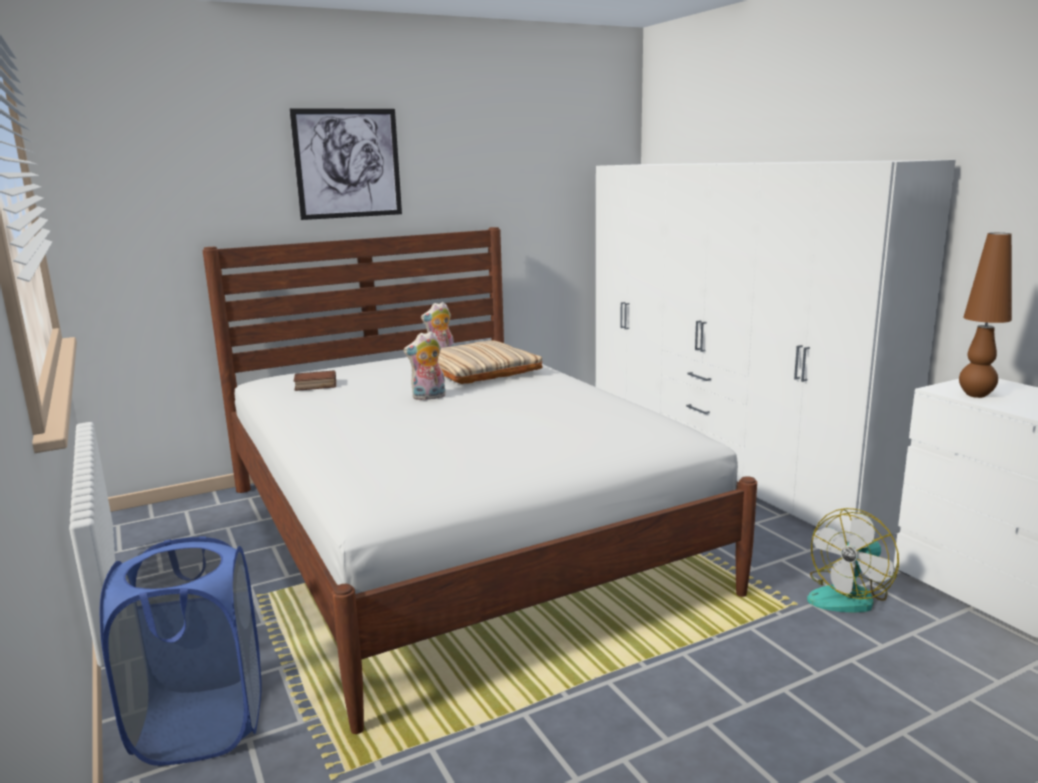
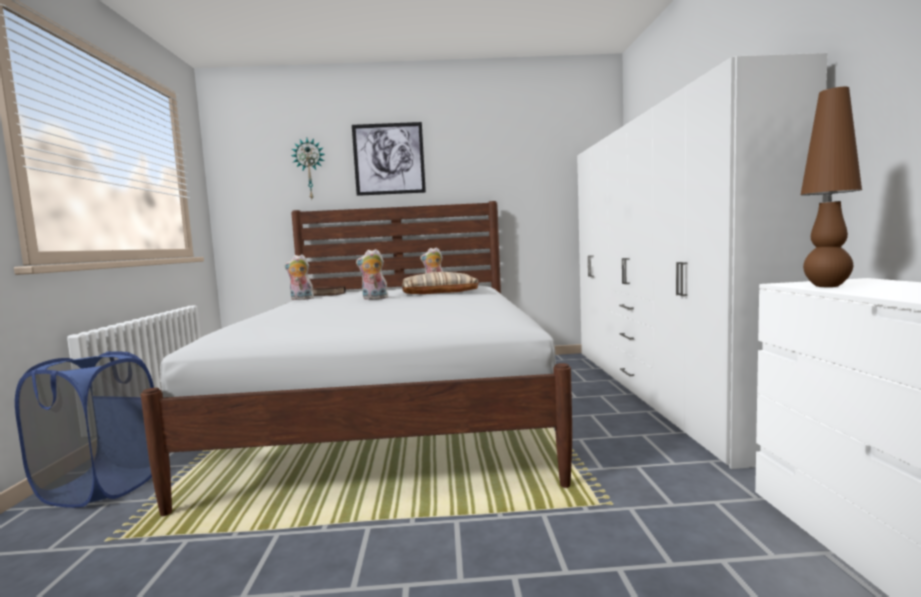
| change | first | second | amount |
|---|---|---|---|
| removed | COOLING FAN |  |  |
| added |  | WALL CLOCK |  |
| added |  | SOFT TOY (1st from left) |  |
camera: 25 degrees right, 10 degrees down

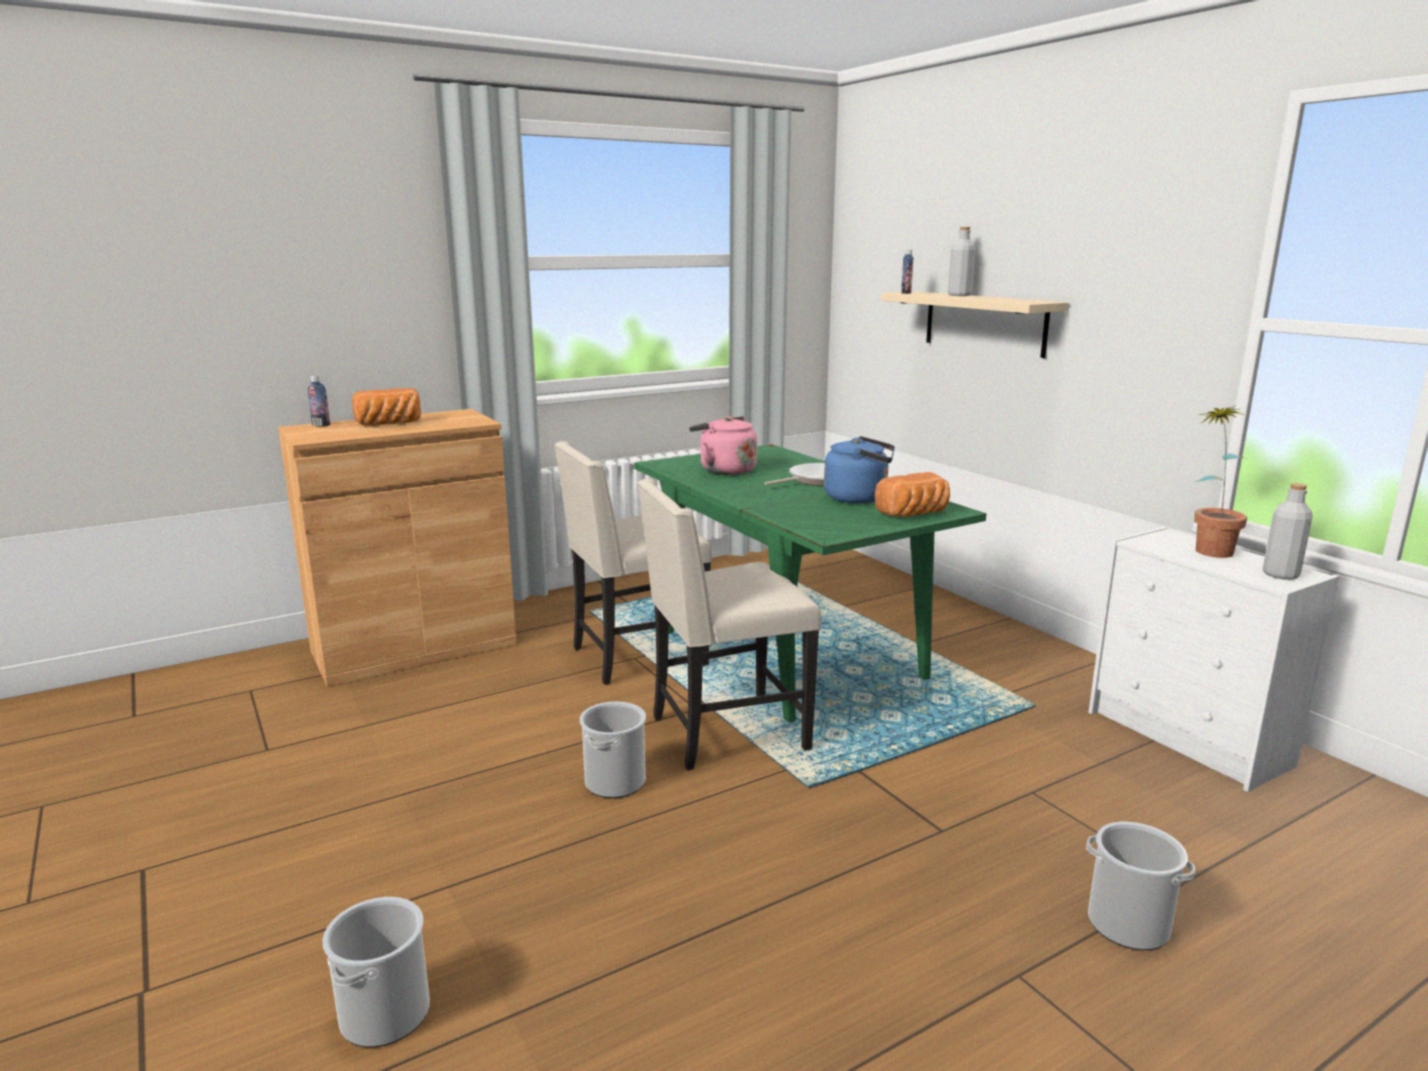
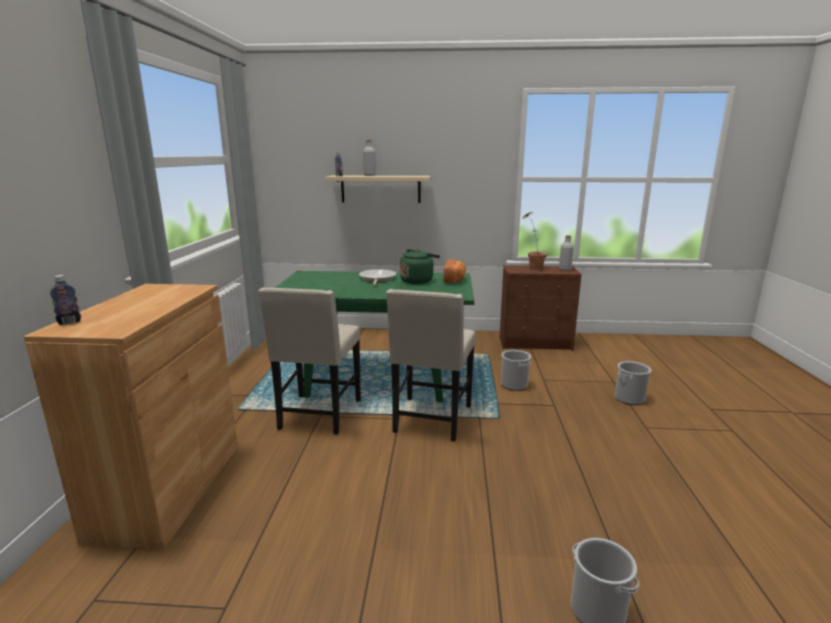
| change | first | second | amount |
|---|---|---|---|
| removed | BAKED BREAD (1st from left) |  |  |
| removed | PINK-COLOURED KETTLE |  |  |
| recoloured | BLUISH KETTLE | GREENISH KETTLE |  |
| recoloured | WHITE CHEST OF DRAWERS | BROWNISH CHEST OF DRAWERS |  |
| moved | BUCKET (2nd from left in the first image) | BUCKET (1st from left) |  |
camera: 55 degrees left, 0 degrees up

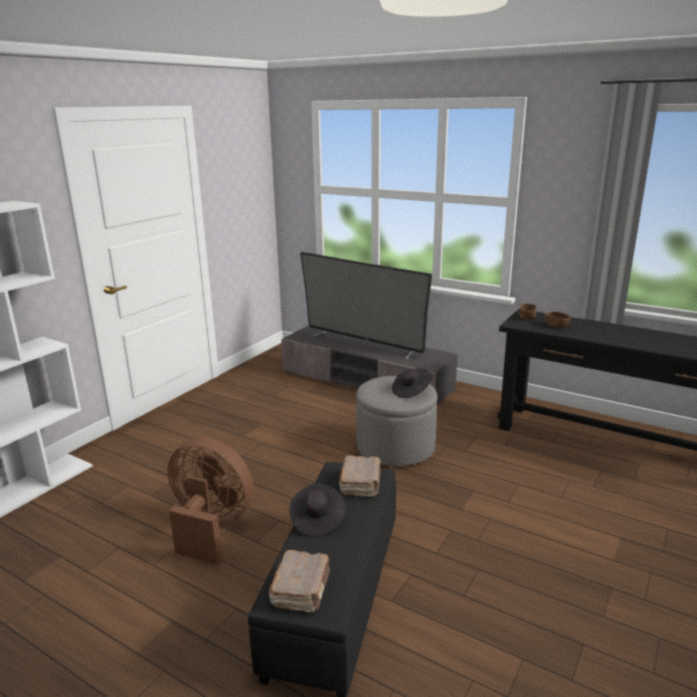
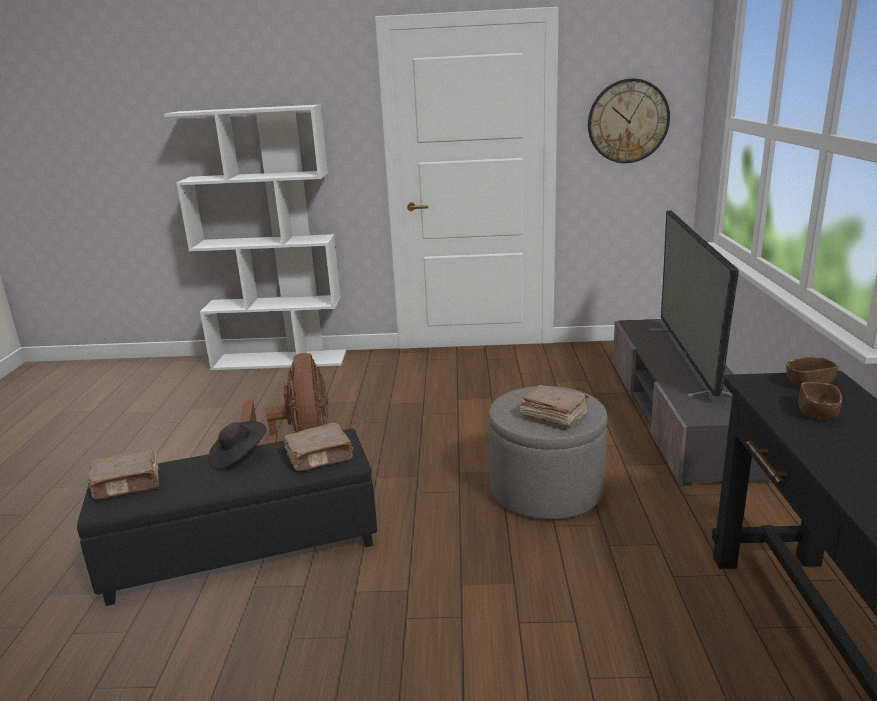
| change | first | second | amount |
|---|---|---|---|
| replaced | BLACKISH WEARABLE HAT (2nd from left) | BROWNISH BOUND BOOK (3rd from left) |  |
| added |  | WALL CLOCK |  |
camera: 60 degrees right, 0 degrees up

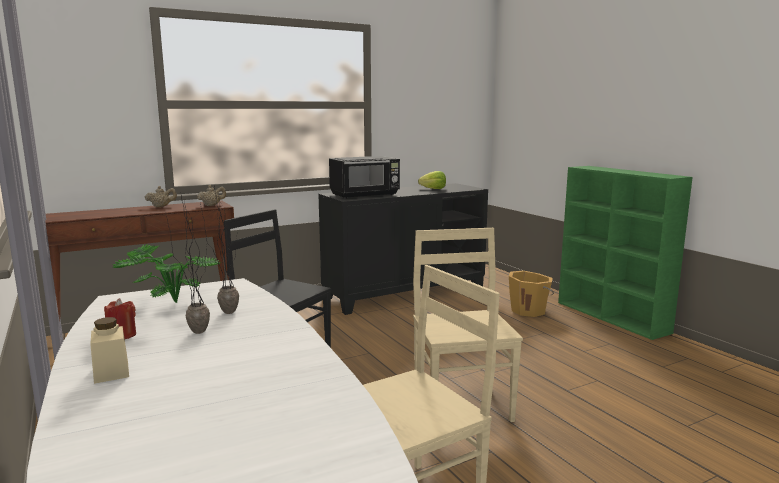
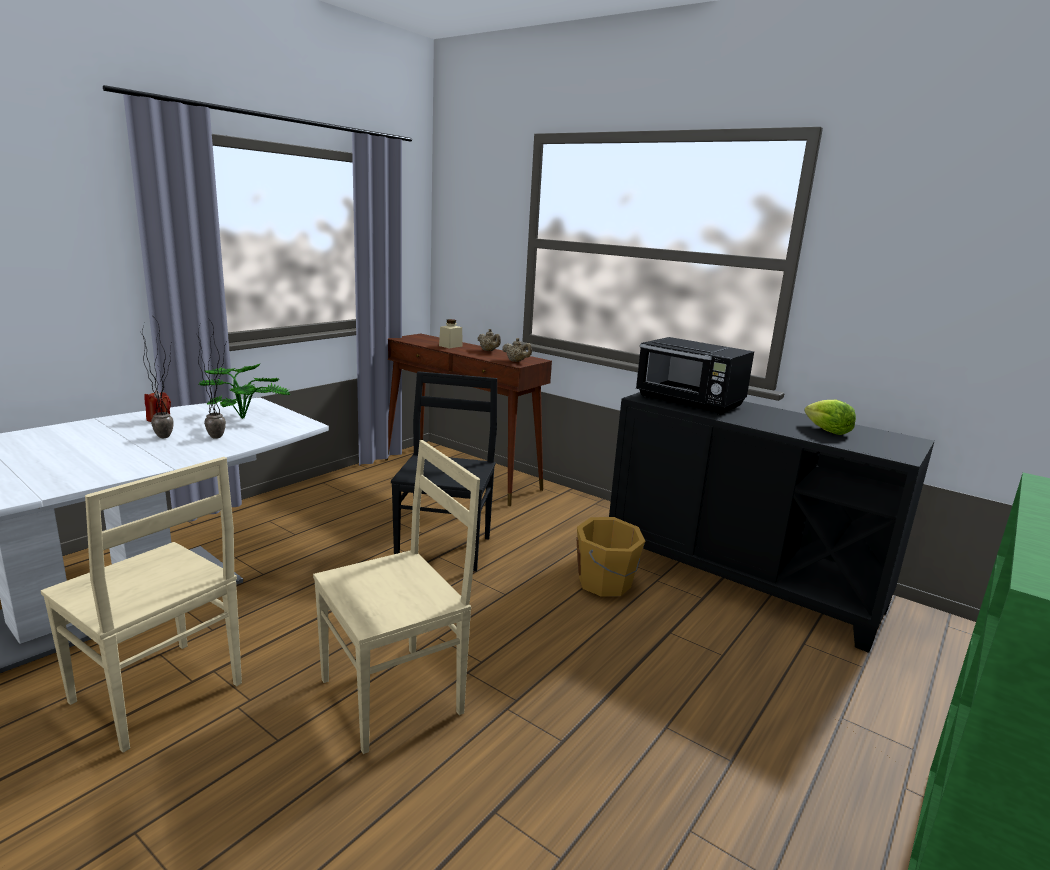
| change | first | second | amount |
|---|---|---|---|
| moved | ORANGE-COLOURED BUCKET |  |  |
| moved | BEIGE STORAGE JAR |  |  |
camera: 65 degrees right, 5 degrees up

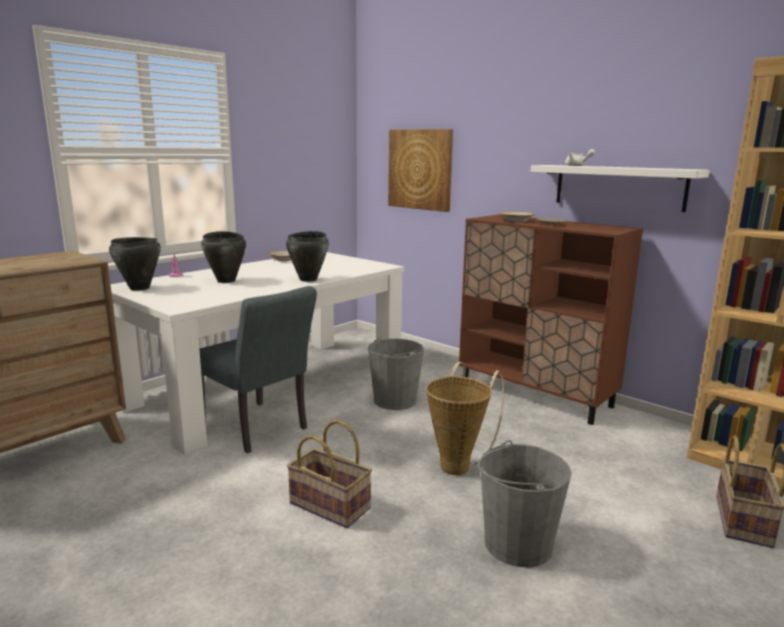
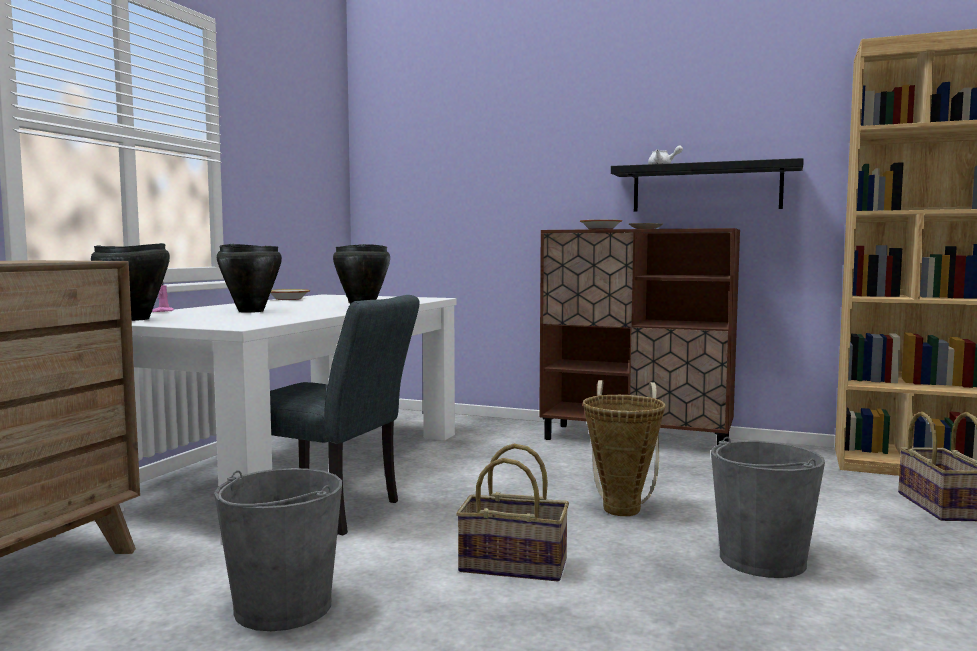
| change | first | second | amount |
|---|---|---|---|
| removed | WALL PICTURE |  |  |
| recoloured | WHITE SHELF | BLACKISH SHELF |  |
| moved | GREYISH BUCKET (1st from left) |  |  |
camera: 20 degrees left, 10 degrees down

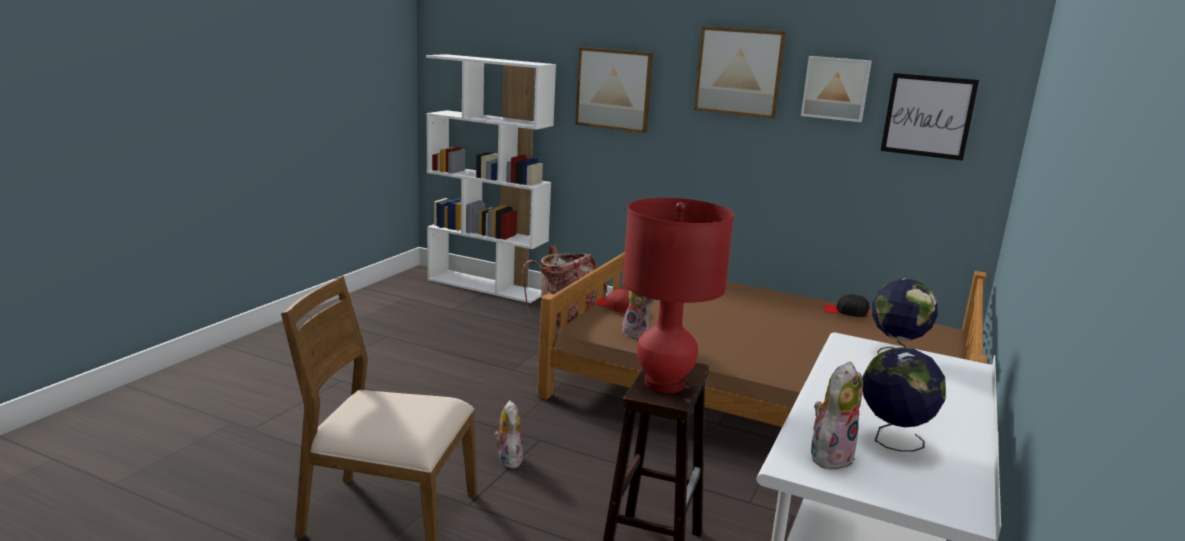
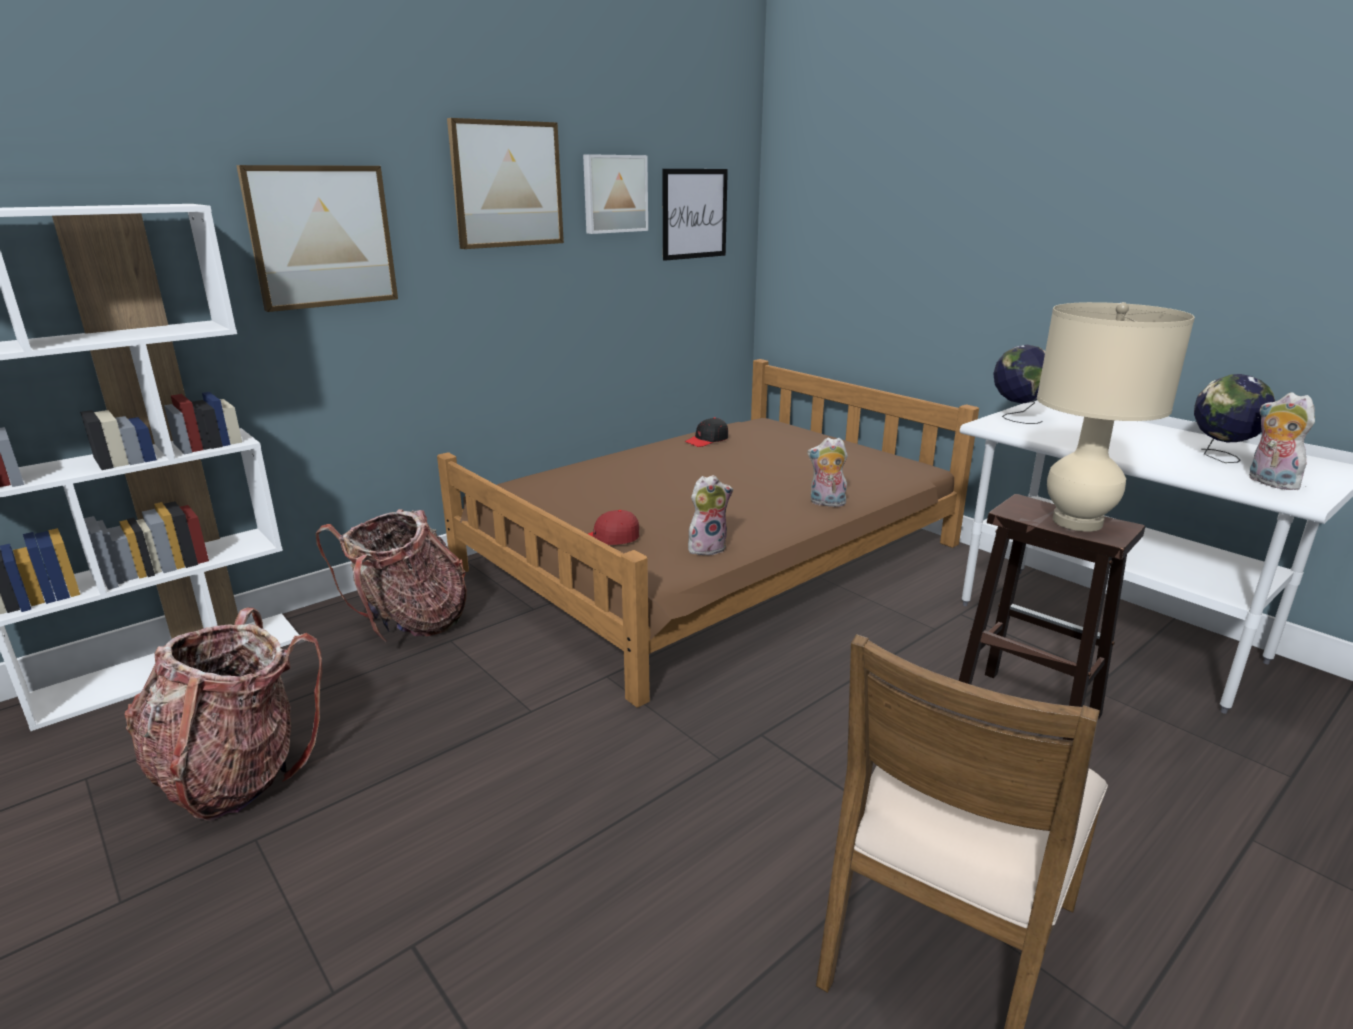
| change | first | second | amount |
|---|---|---|---|
| recoloured | RED TABLE LAMP | BEIGE TABLE LAMP |  |
| moved | SOFT TOY (1st from left in the first image) | SOFT TOY (2nd from left) |  |
| added |  | RUCKSACK (1st from left) |  |
camera: 65 degrees left, 5 degrees up

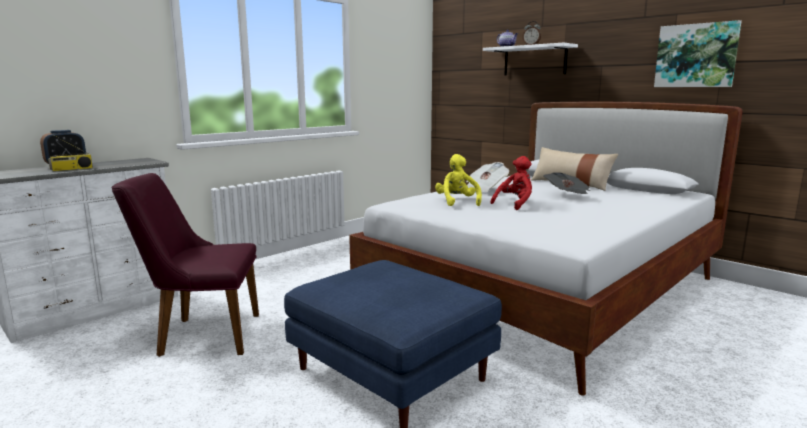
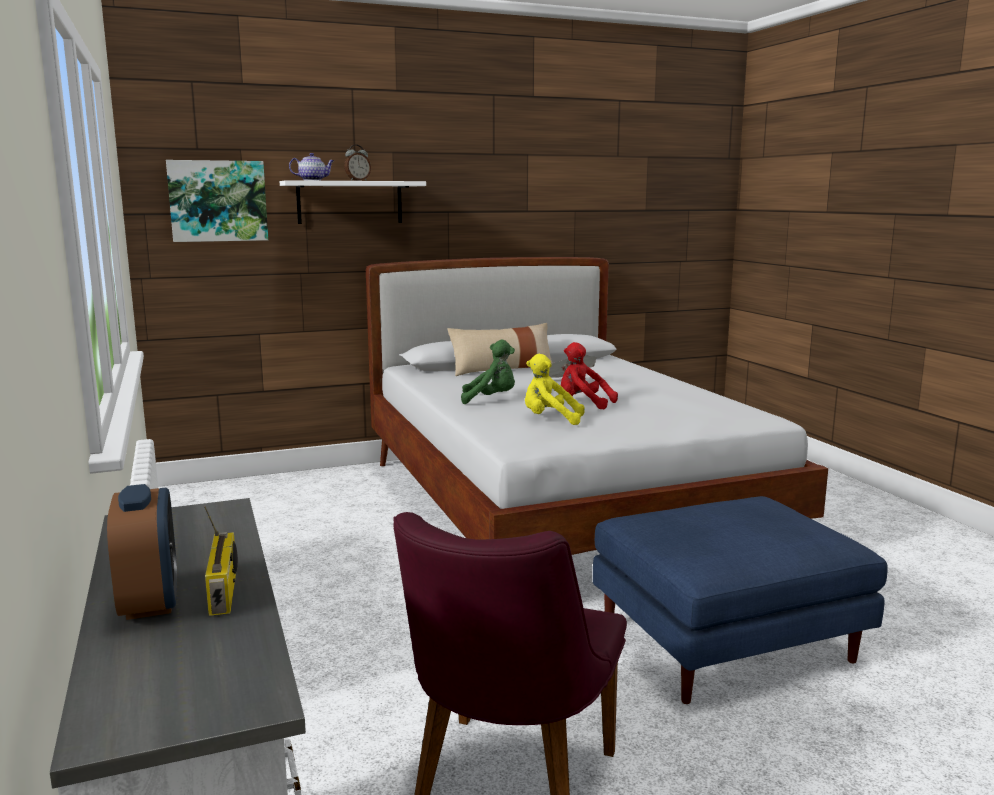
| change | first | second | amount |
|---|---|---|---|
| moved | WALL PICTURE |  |  |
| turned | RED SOFT TOY |  | 45 degrees counterclockwise |
| replaced | PRINTED PAPER (1st from left) | GREENISH SOFT TOY |  |
camera: 65 degrees left, 0 degrees up

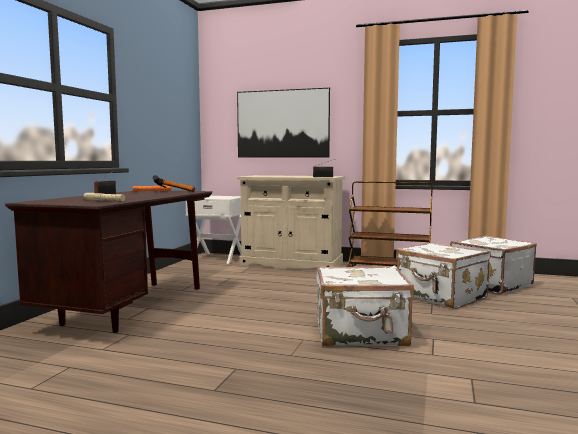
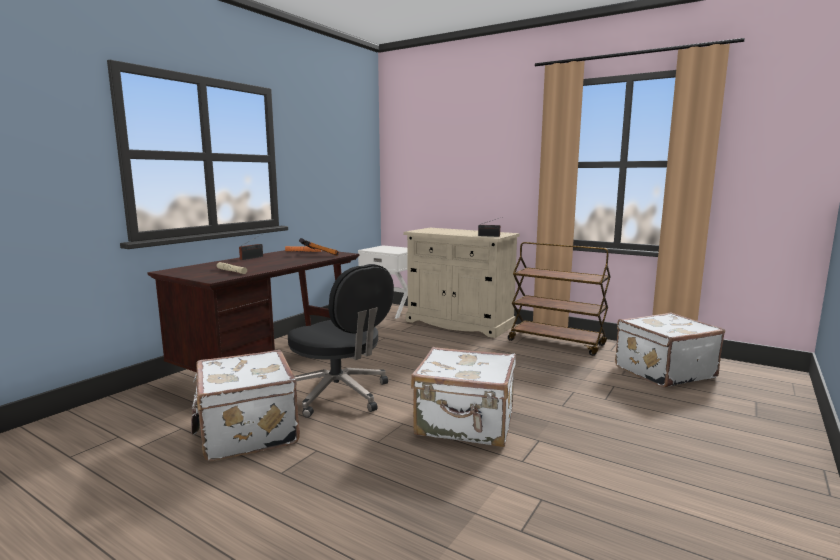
| change | first | second | amount |
|---|---|---|---|
| removed | WALL PICTURE |  |  |
| moved | WHITE PIECE OF LUGGAGE (2nd from left in the first image) | WHITE PIECE OF LUGGAGE (1st from left) |  |
| added |  | BLACKISH OFFICE CHAIR |  |
camera: 15 degrees right, 5 degrees up

